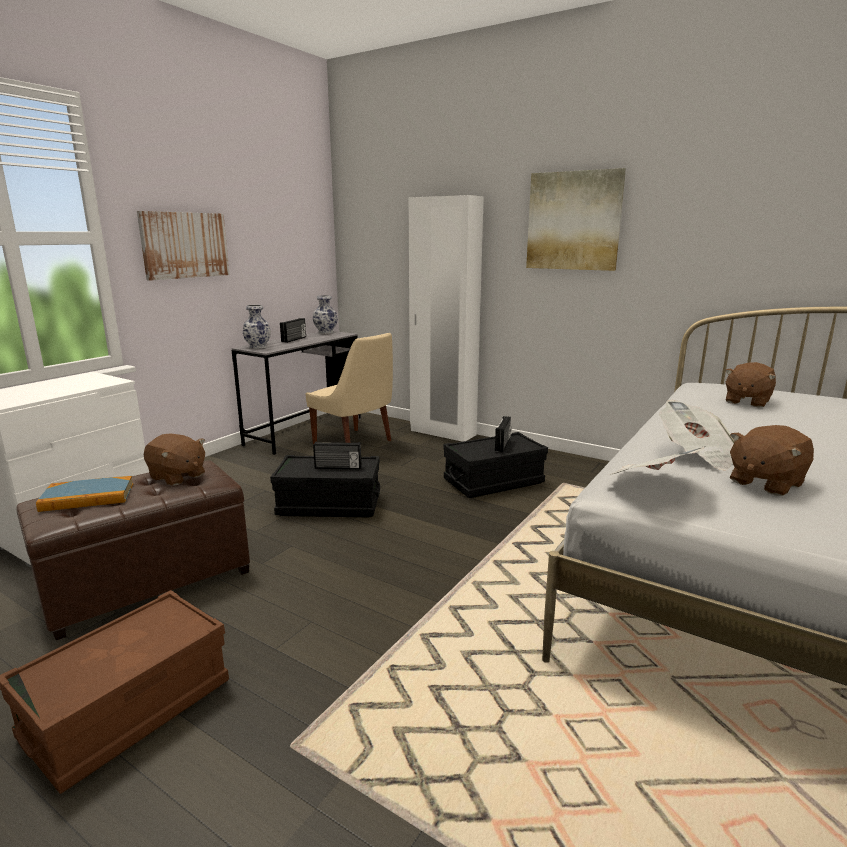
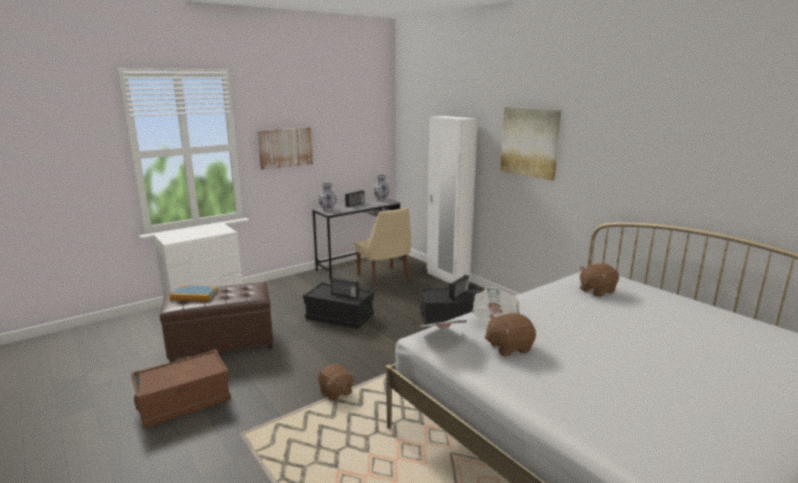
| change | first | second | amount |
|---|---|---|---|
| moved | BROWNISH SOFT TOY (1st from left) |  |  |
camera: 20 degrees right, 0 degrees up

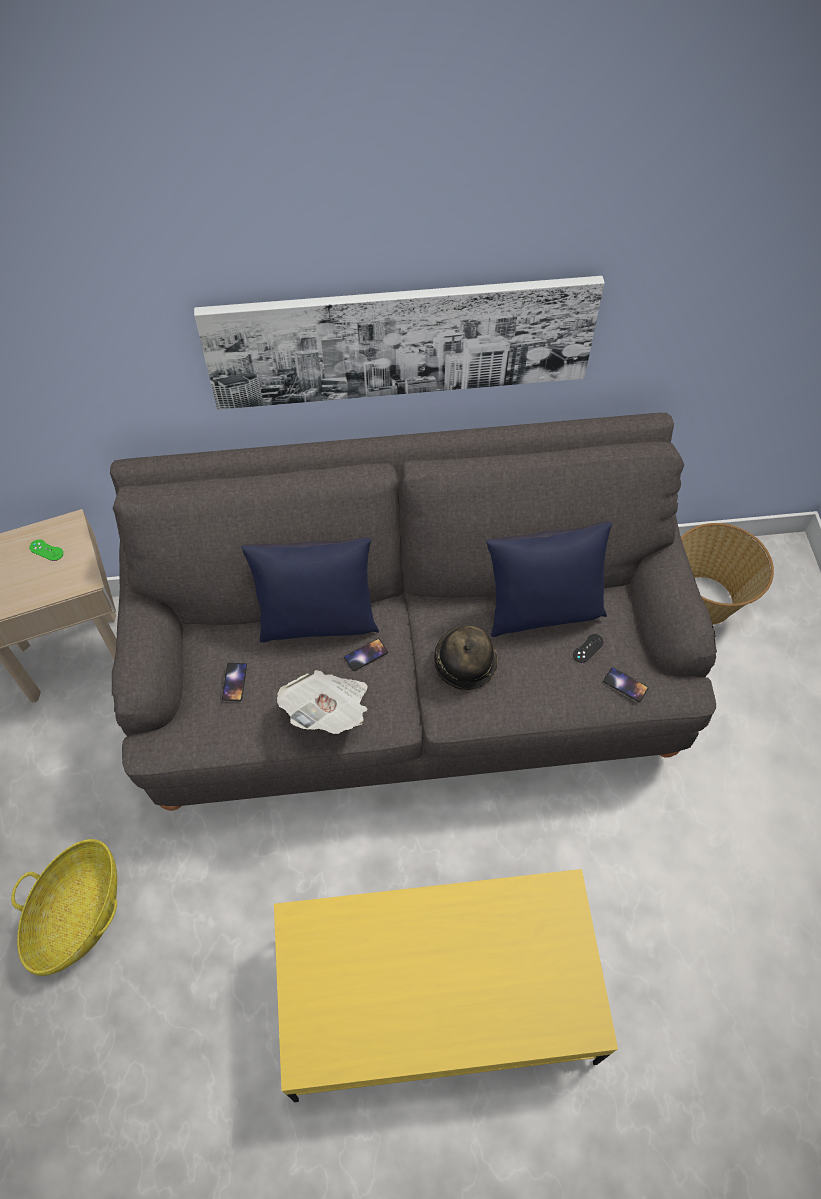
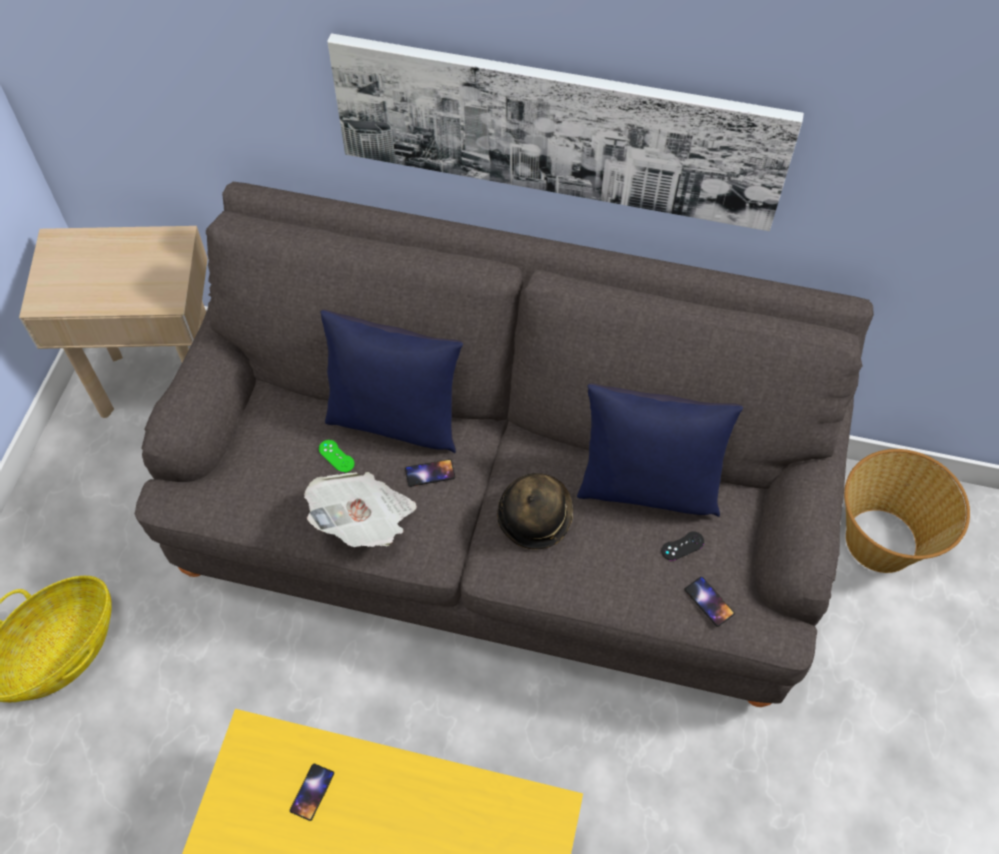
| change | first | second | amount |
|---|---|---|---|
| moved | GREENISH JOYPAD |  |  |
| moved | TELEPHONE (1st from left) |  |  |
camera: 20 degrees right, 0 degrees up

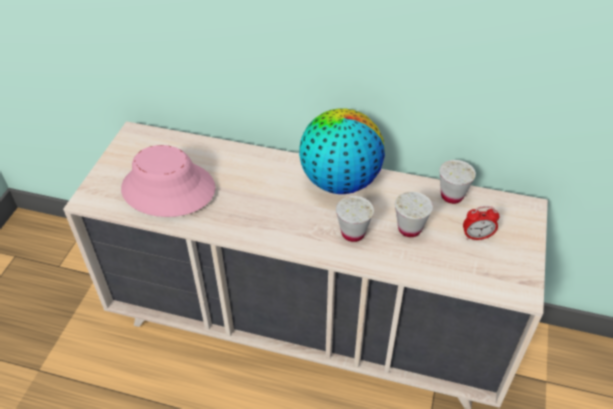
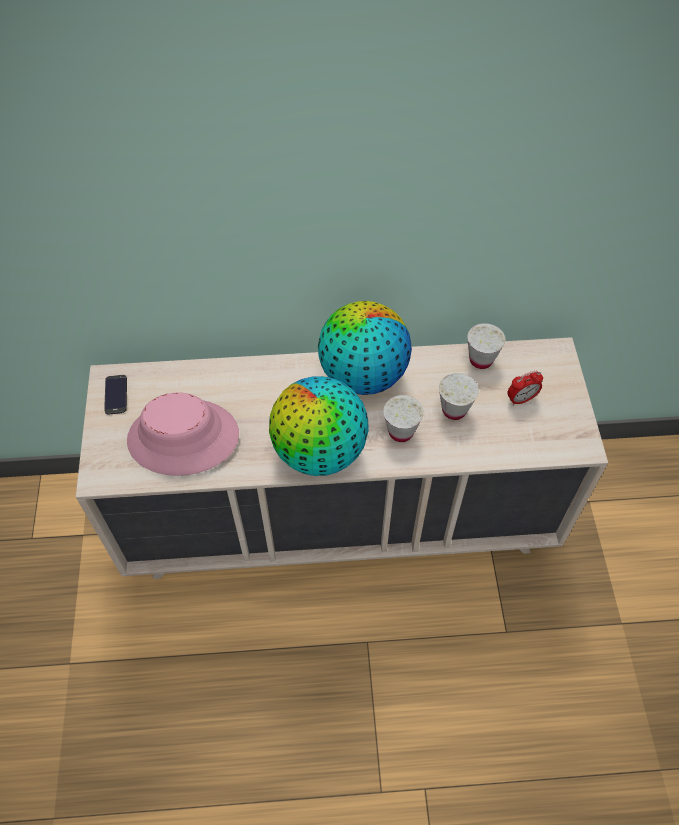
| change | first | second | amount |
|---|---|---|---|
| added |  | TELEPHONE |  |
| added |  | WORLD GLOBE (1st from left) |  |
camera: 20 degrees left, 10 degrees up

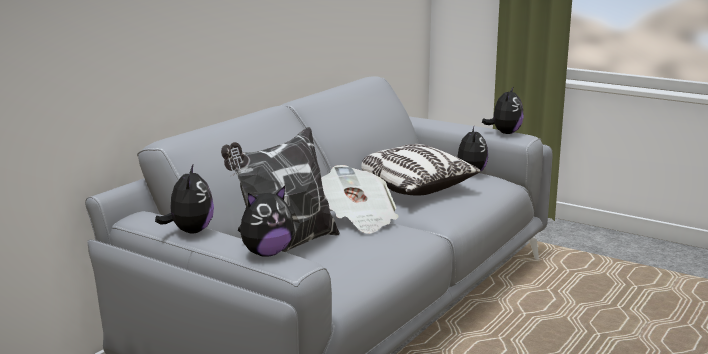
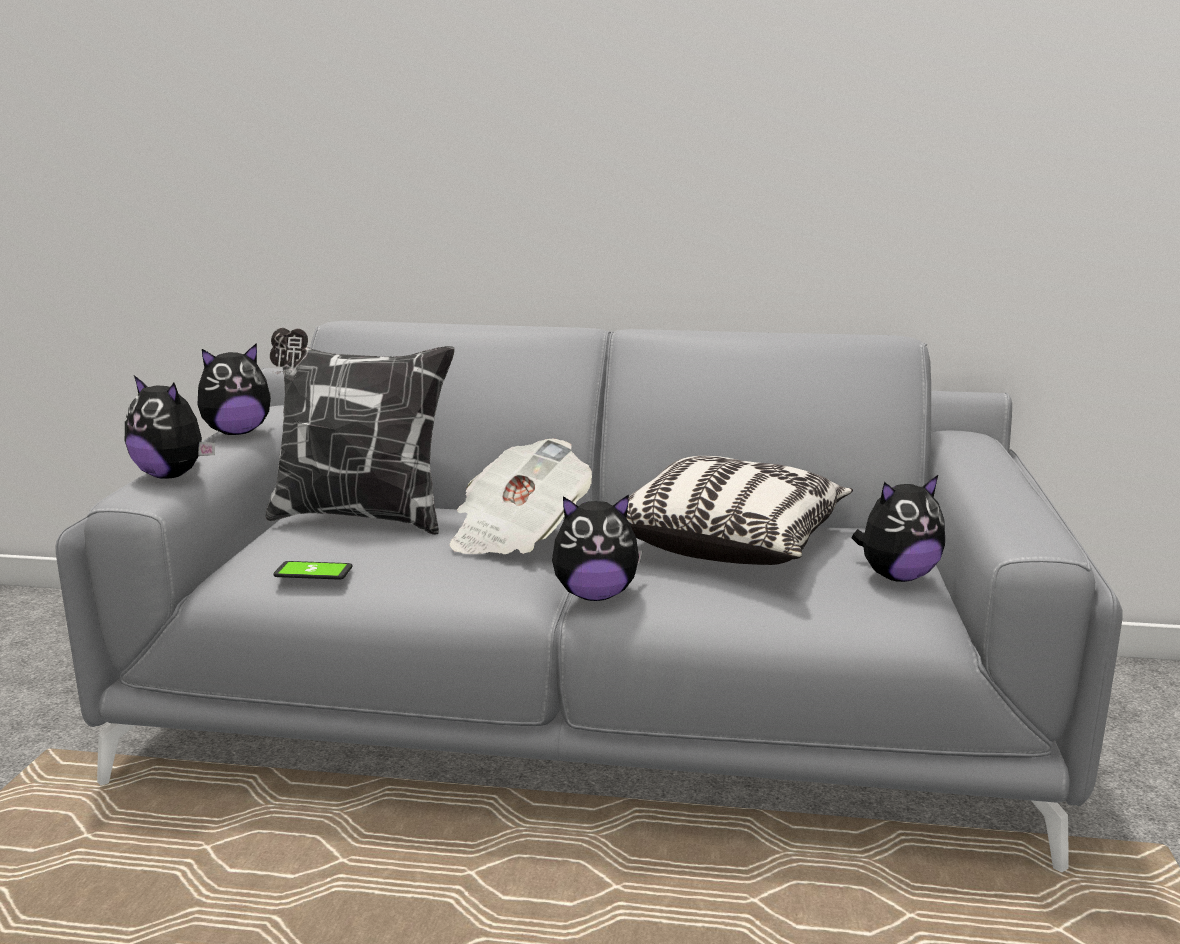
| change | first | second | amount |
|---|---|---|---|
| moved | SOFT TOY (4th from left in the first image) | SOFT TOY (3rd from left) |  |
| added |  | TELEPHONE |  |
camera: 65 degrees right, 0 degrees up

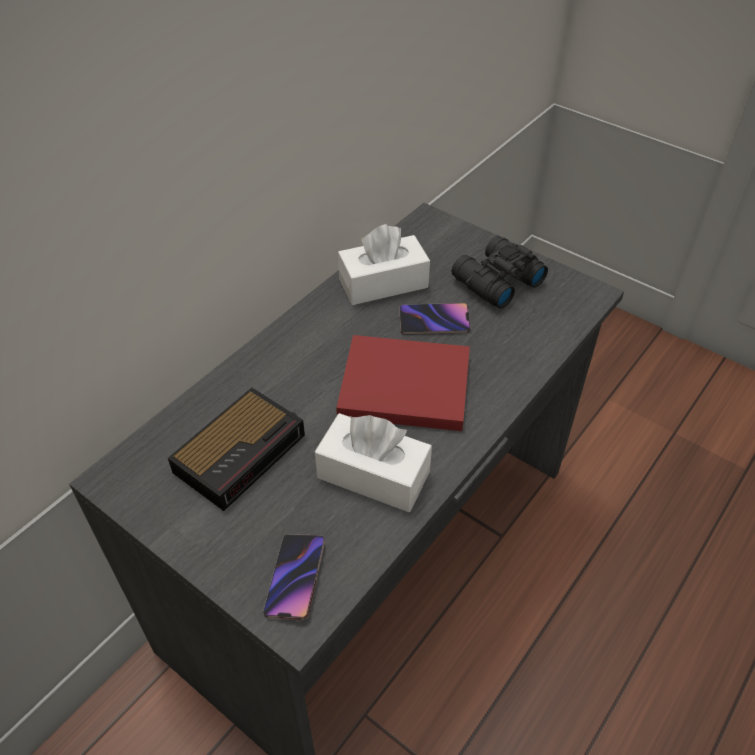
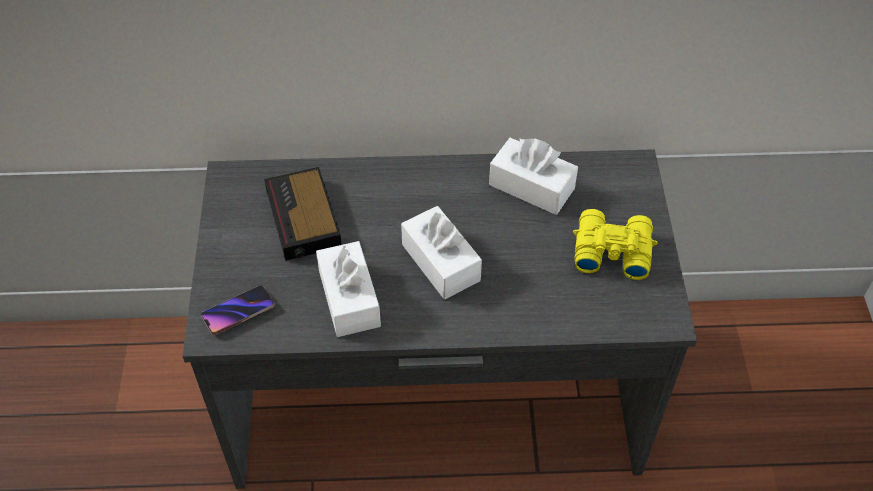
| change | first | second | amount |
|---|---|---|---|
| recoloured | BLACKISH BINOCULARS | YELLOW-COLOURED BINOCULARS |  |
| removed | TELEPHONE (2nd from left) |  |  |
| replaced | RED BOUND BOOK | WHITE TISSUE BOX (2nd from left) |  |
| turned | ALARM CLOCK |  | 75 degrees clockwise |
camera: 50 degrees right, 5 degrees up

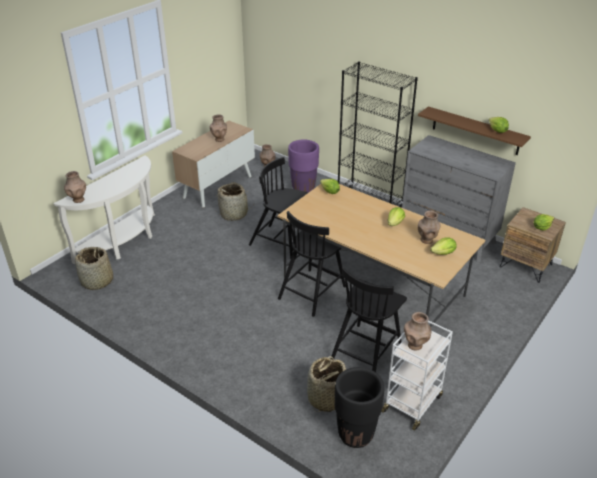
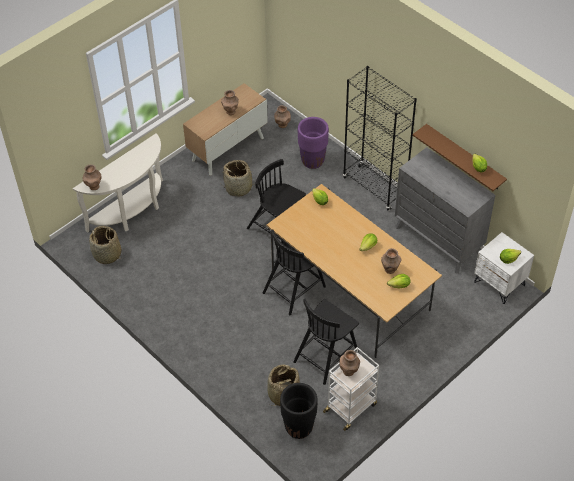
| change | first | second | amount |
|---|---|---|---|
| recoloured | BROWNISH NIGHTSTAND | WHITE NIGHTSTAND |  |
camera: 10 degrees right, 15 degrees up

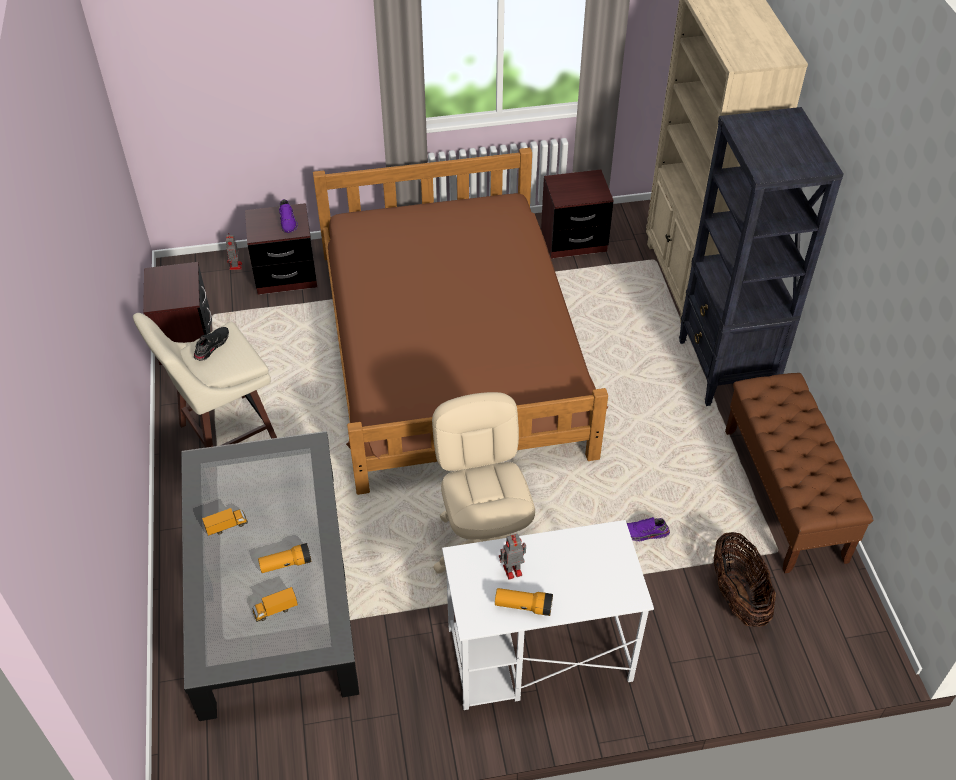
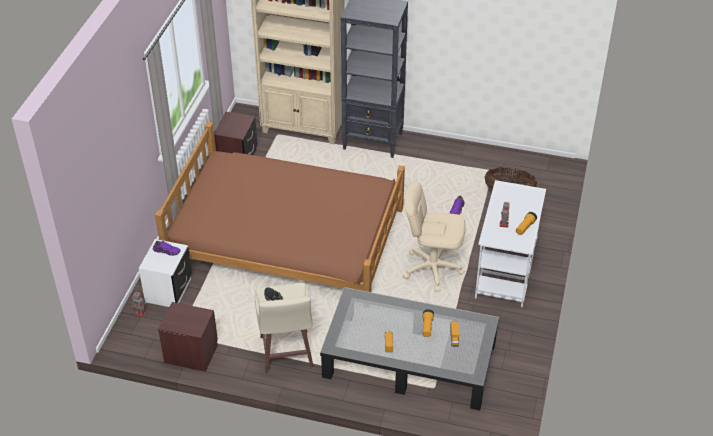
| change | first | second | amount |
|---|---|---|---|
| recoloured | BROWNISH NIGHTSTAND (2nd from left) | WHITE NIGHTSTAND |  |
| removed | BROWNISH INDOOR BENCH |  |  |
camera: 65 degrees left, 5 degrees down

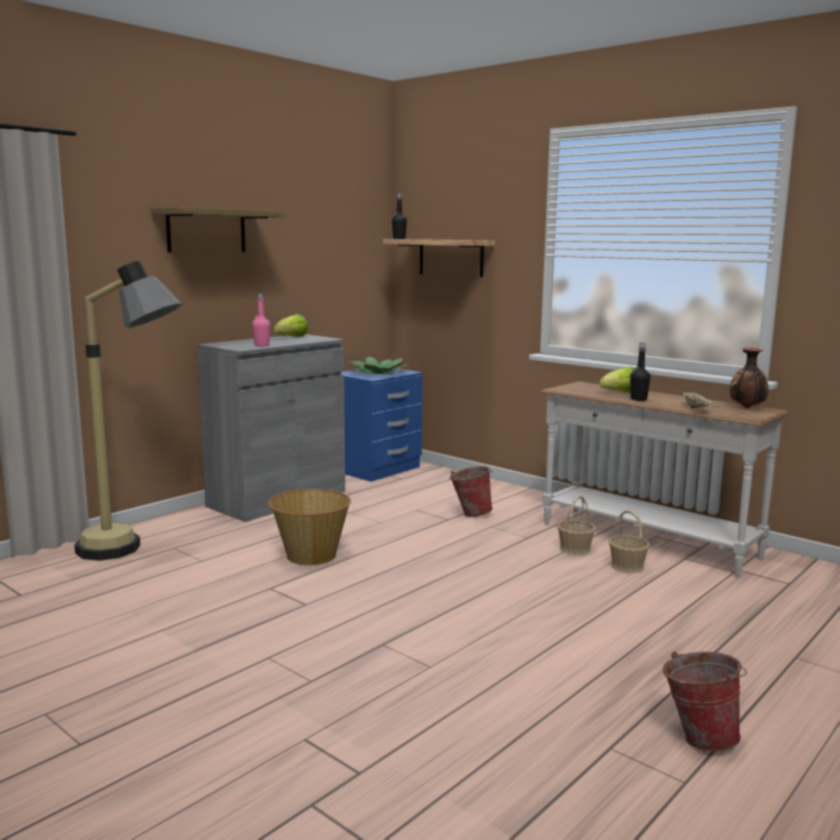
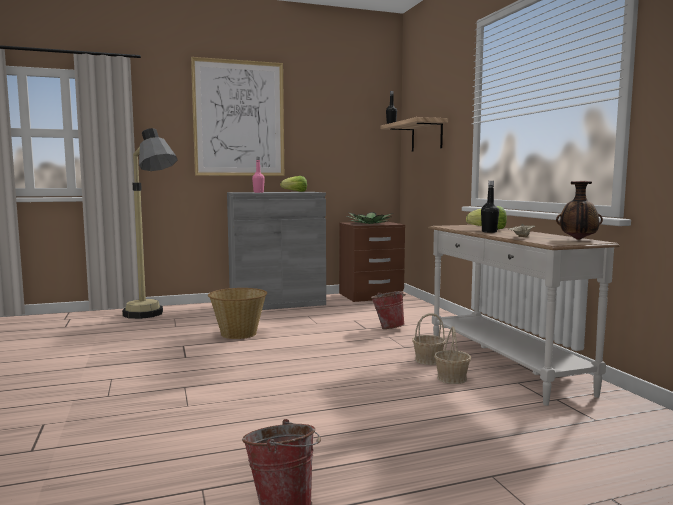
| change | first | second | amount |
|---|---|---|---|
| replaced | SHELF (1st from left) | WALL PICTURE |  |
| recoloured | BLUISH NIGHTSTAND | BROWNISH NIGHTSTAND |  |
camera: 30 degrees right, 5 degrees down

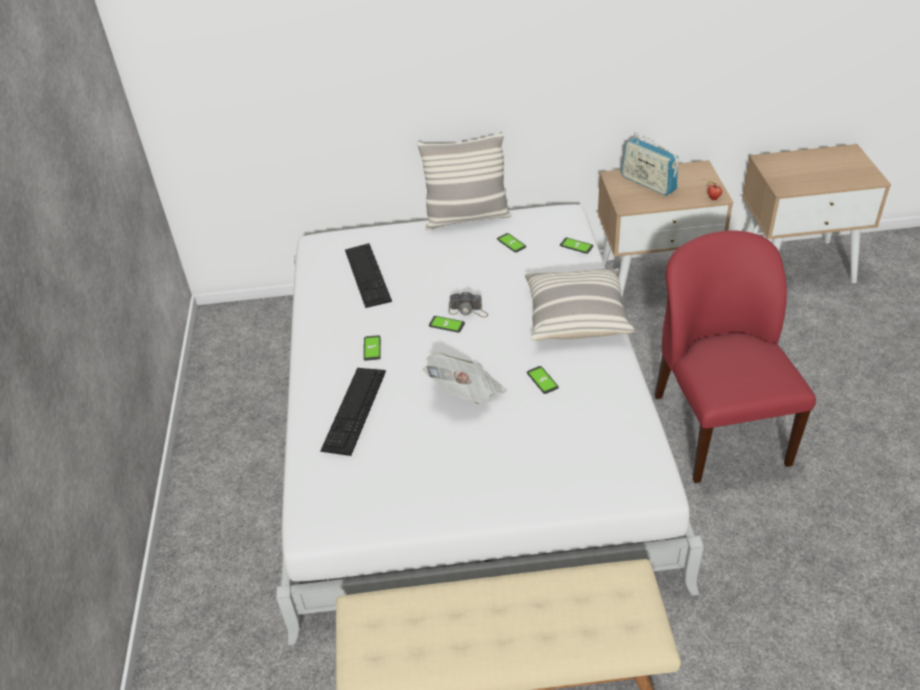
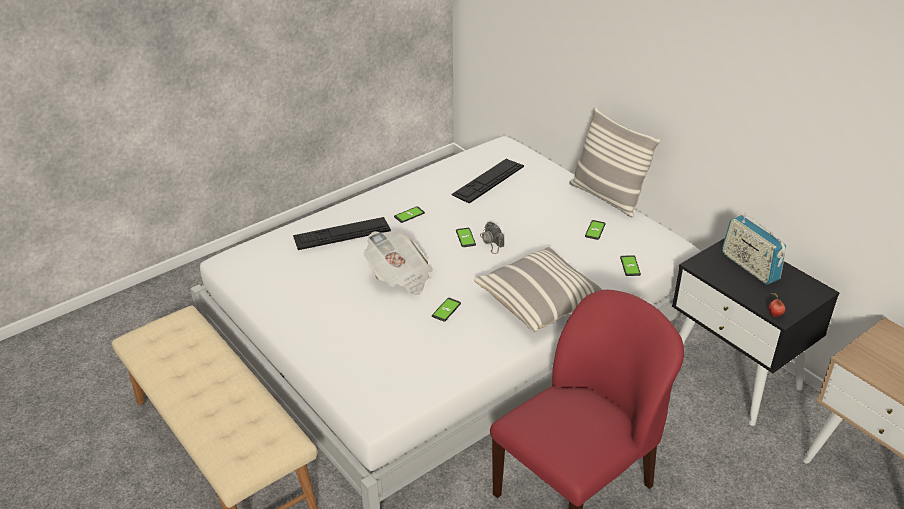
| change | first | second | amount |
|---|---|---|---|
| turned | RADIO SET |  | 45 degrees counterclockwise |
| recoloured | BEIGE NIGHTSTAND (1st from left) | BLACKISH NIGHTSTAND |  |
camera: 55 degrees right, 5 degrees down

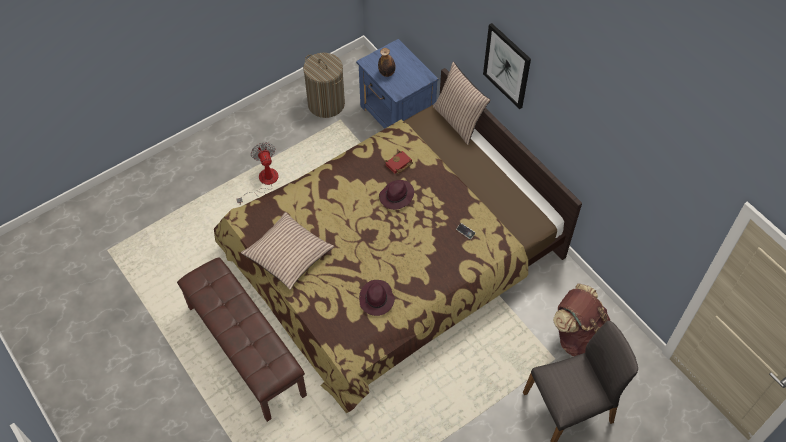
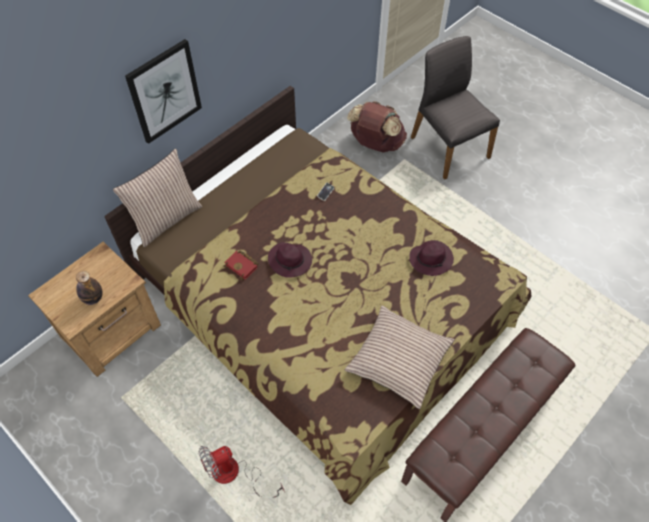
| change | first | second | amount |
|---|---|---|---|
| recoloured | BLUISH NIGHTSTAND | BROWNISH NIGHTSTAND |  |
| removed | HAMPER |  |  |
camera: 100 degrees left, 0 degrees up

